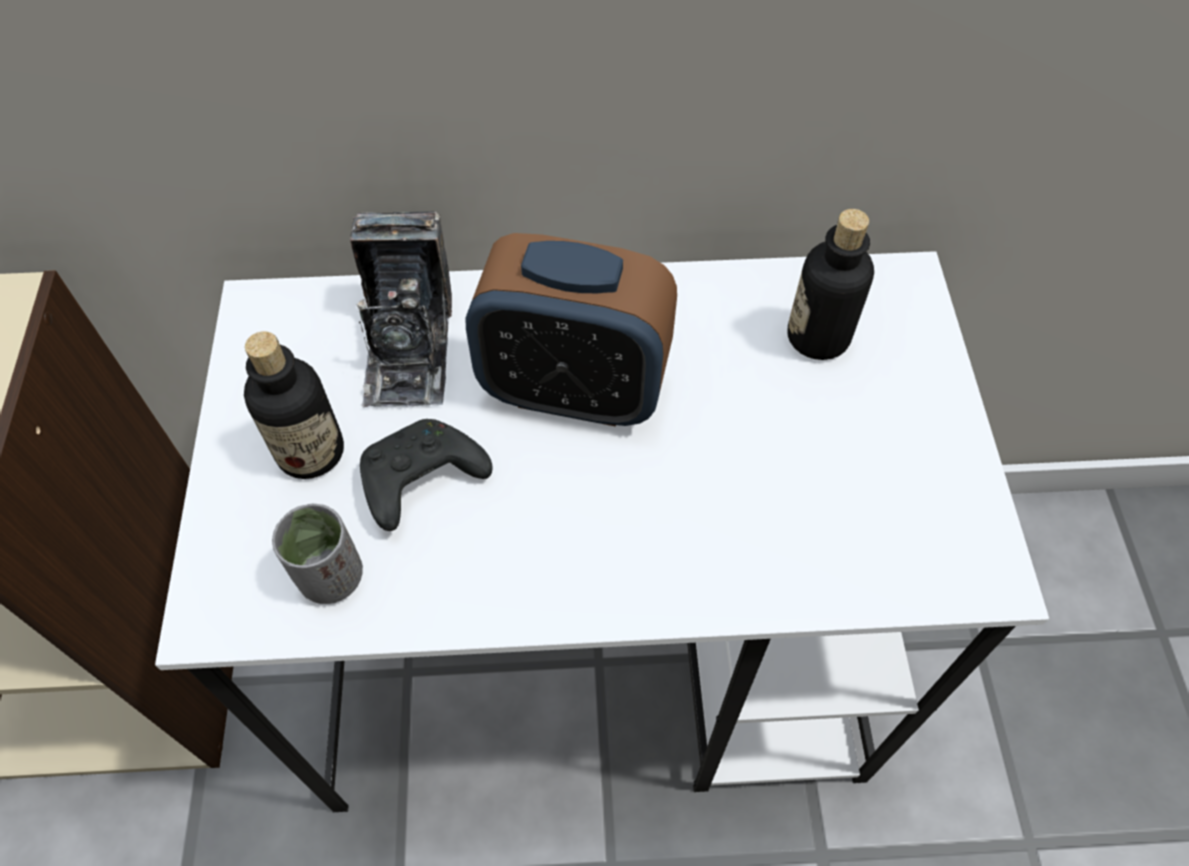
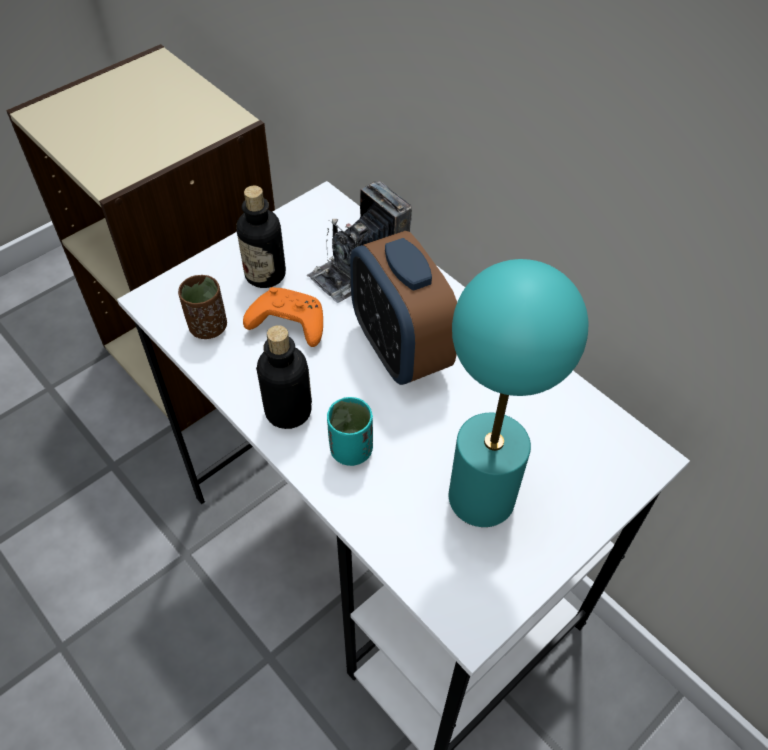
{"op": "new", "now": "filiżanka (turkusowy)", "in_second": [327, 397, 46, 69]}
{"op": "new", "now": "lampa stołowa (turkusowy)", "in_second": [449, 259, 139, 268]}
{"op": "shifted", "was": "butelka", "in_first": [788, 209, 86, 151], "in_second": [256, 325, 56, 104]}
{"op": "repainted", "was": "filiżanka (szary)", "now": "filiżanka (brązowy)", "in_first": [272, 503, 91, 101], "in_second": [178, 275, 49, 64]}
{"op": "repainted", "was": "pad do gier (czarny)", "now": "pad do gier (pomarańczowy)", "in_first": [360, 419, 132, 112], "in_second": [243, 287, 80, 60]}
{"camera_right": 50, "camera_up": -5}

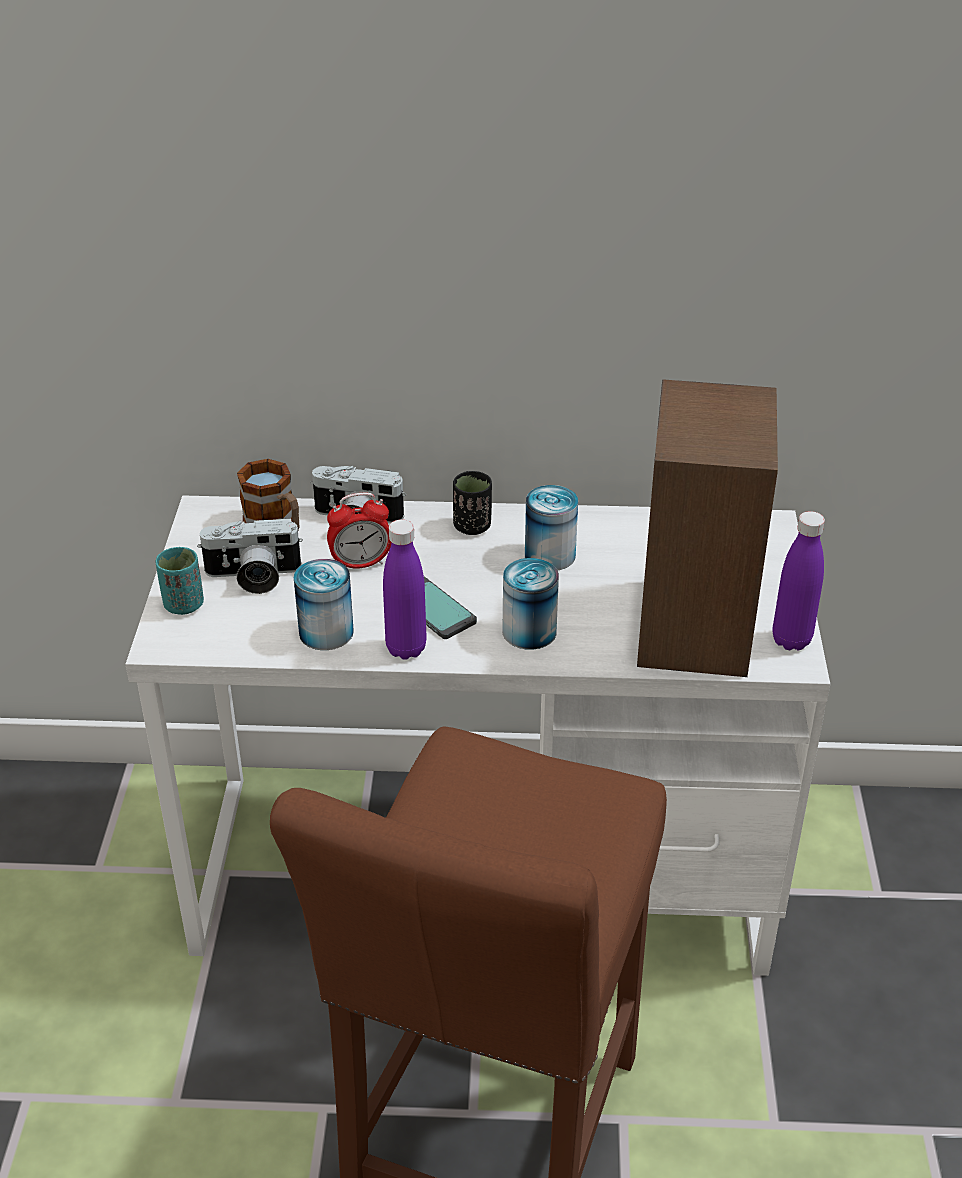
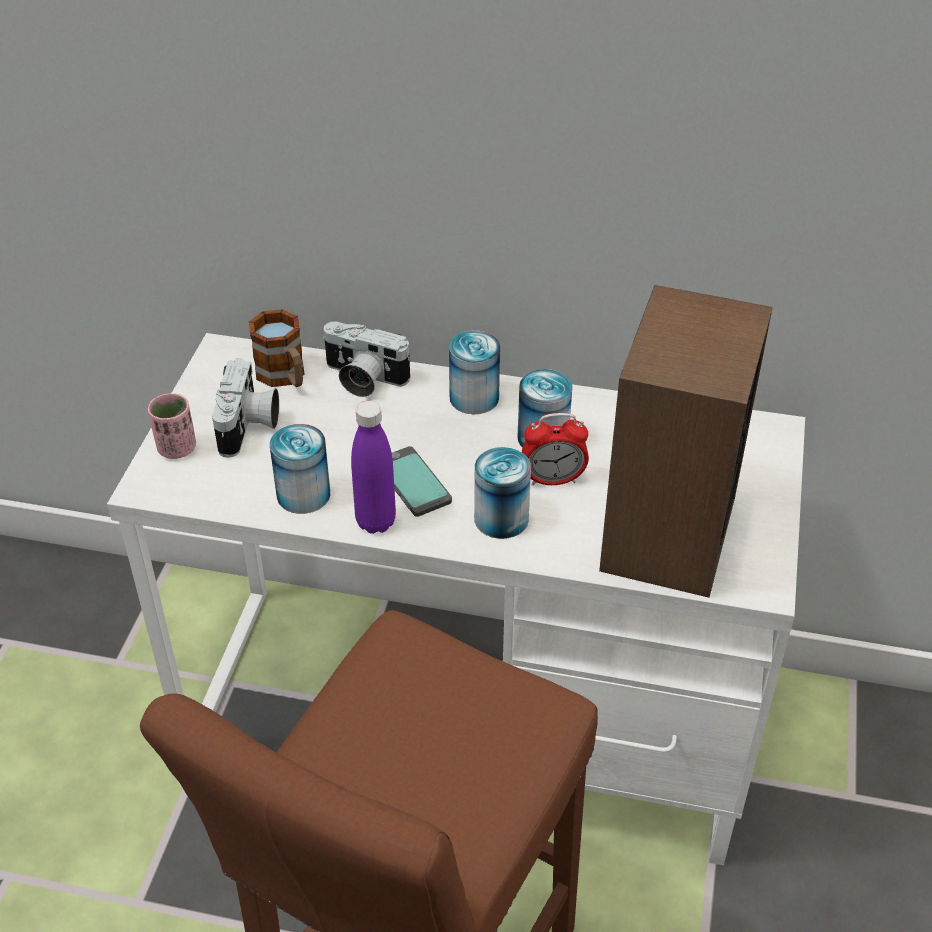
{"op": "gone", "was": "butelka (fioletowy)", "in_first": [772, 511, 53, 139]}
{"op": "shifted", "was": "budzik", "in_first": [327, 492, 64, 77], "in_second": [522, 413, 67, 73]}
{"op": "swapped", "was": "filiżanka (czarny)", "now": "puszka", "in_first": [453, 471, 39, 64], "in_second": [449, 330, 51, 84]}
{"op": "repainted", "was": "filiżanka (turkusowy)", "now": "filiżanka (różowy)", "in_first": [156, 547, 48, 68], "in_second": [148, 393, 48, 66]}
{"op": "rotated", "was": "aparat fotograficzny", "in_first": [197, 518, 106, 76], "in_second": [212, 358, 67, 100], "clockwise": -90}
{"camera_right": 10, "camera_up": 5}

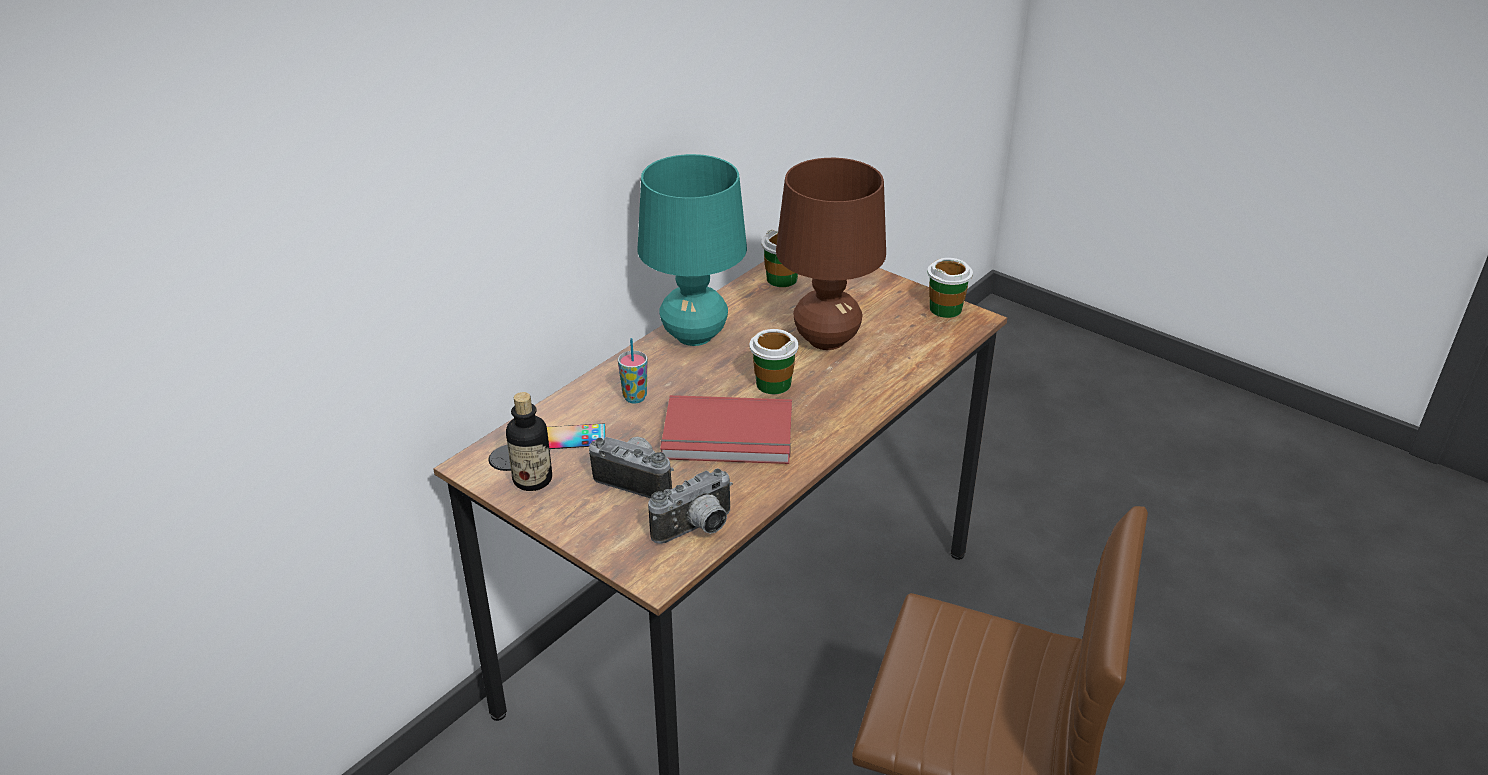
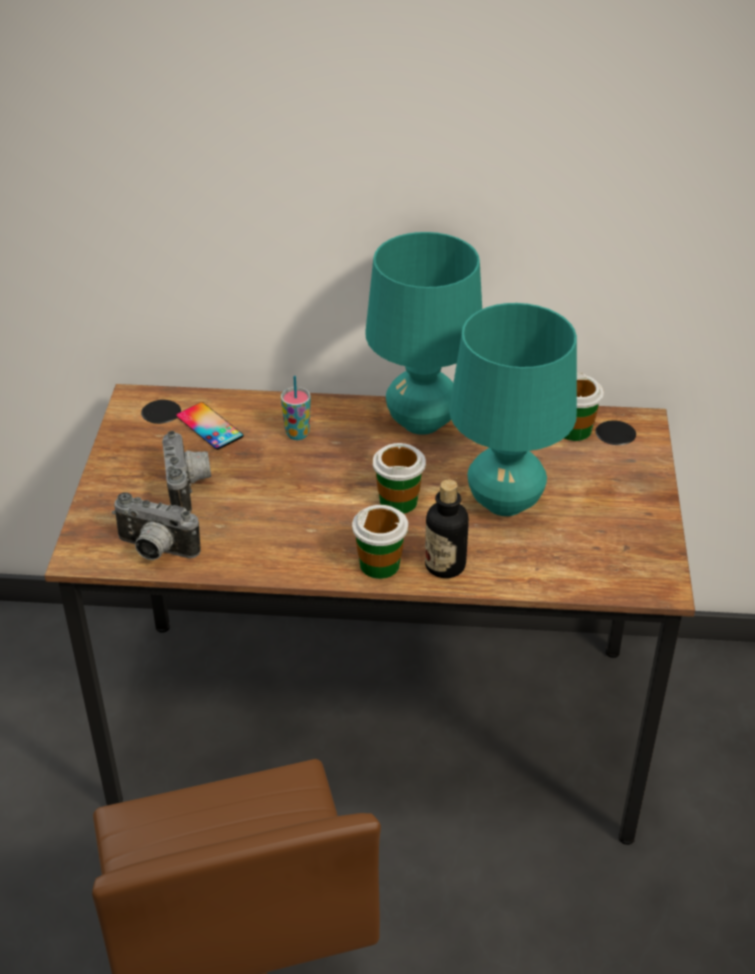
{"op": "gone", "was": "książka (czerwony)", "in_first": [660, 395, 132, 69]}
{"op": "shifted", "was": "butelka", "in_first": [506, 392, 46, 99], "in_second": [425, 480, 44, 98]}
{"op": "shifted", "was": "filiżanka", "in_first": [927, 258, 46, 60], "in_second": [352, 505, 56, 74]}
{"op": "repainted", "was": "lampa stołowa (brązowy)", "now": "lampa stołowa (turkusowy)", "in_first": [776, 158, 110, 192], "in_second": [449, 303, 128, 213]}
{"camera_right": 55, "camera_up": 5}

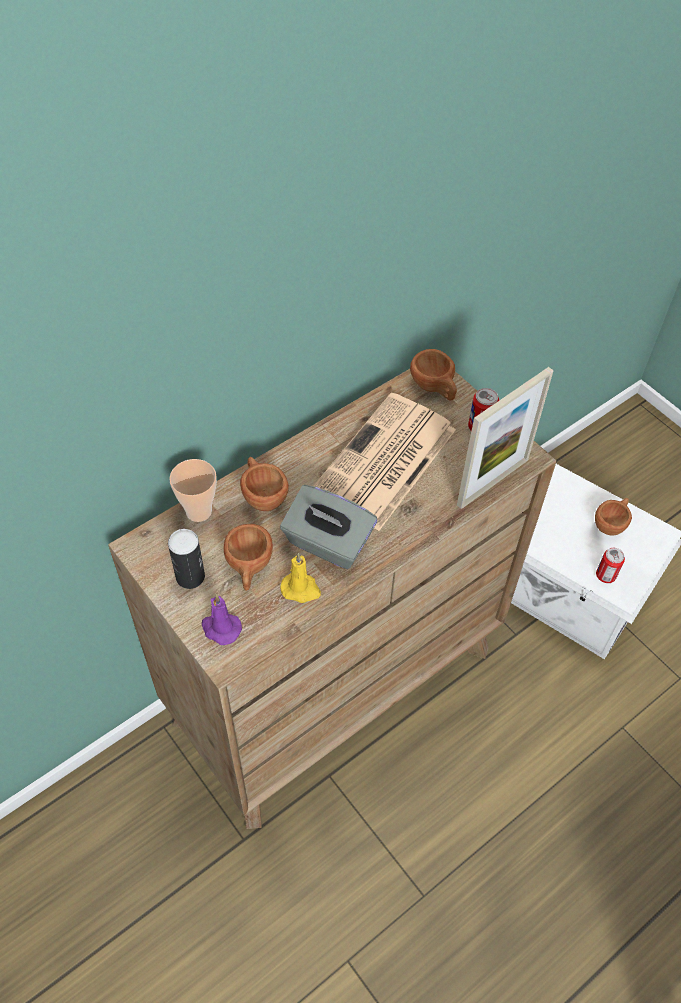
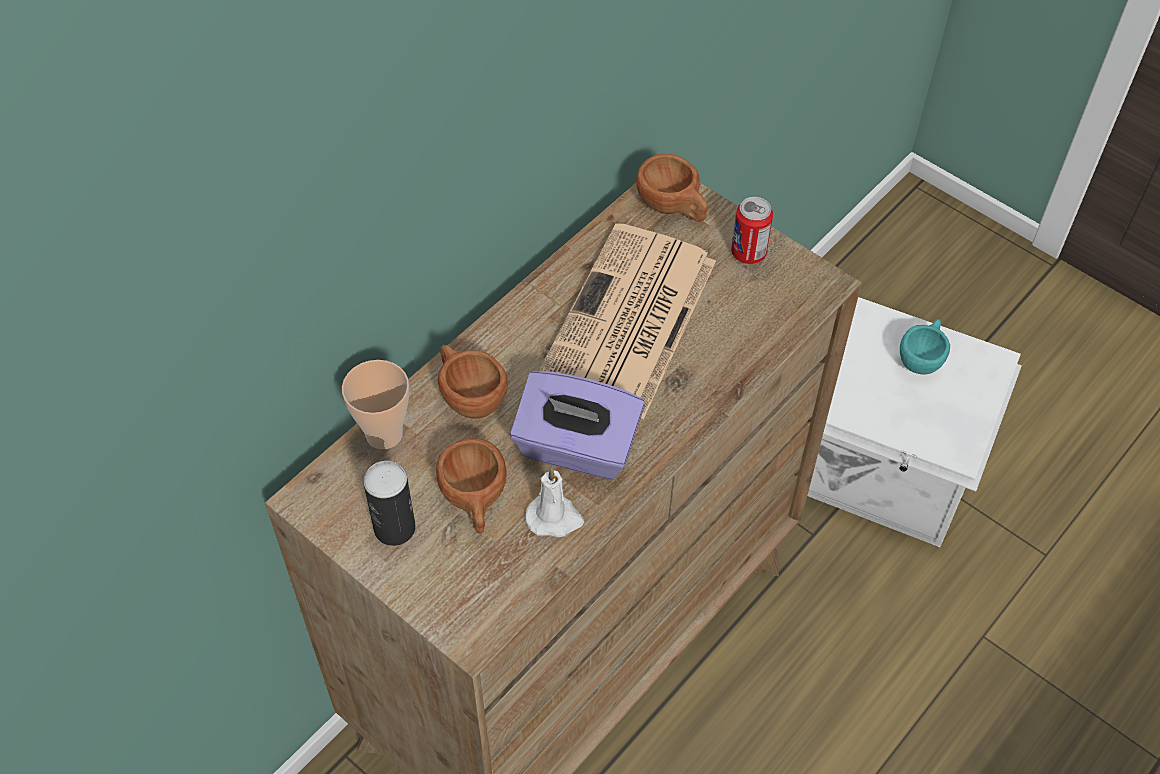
{"op": "gone", "was": "świeca (fioletowy)", "in_first": [202, 595, 40, 50]}
{"op": "gone", "was": "ramka na zdjęcie", "in_first": [457, 367, 97, 142]}
{"op": "gone", "was": "puszka", "in_first": [596, 548, 29, 35]}
{"op": "repainted", "was": "pudełko chusteczek (szary)", "now": "pudełko chusteczek (fioletowy)", "in_first": [280, 485, 97, 84], "in_second": [510, 371, 135, 109]}
{"op": "repainted", "was": "świeca (żółty)", "now": "świeca (biały)", "in_first": [280, 553, 41, 50], "in_second": [525, 467, 59, 70]}
{"op": "repainted", "was": "filiżanka (brązowy)", "now": "filiżanka (turkusowy)", "in_first": [595, 498, 37, 38], "in_second": [900, 319, 50, 56]}
{"camera_right": -10, "camera_up": 0}

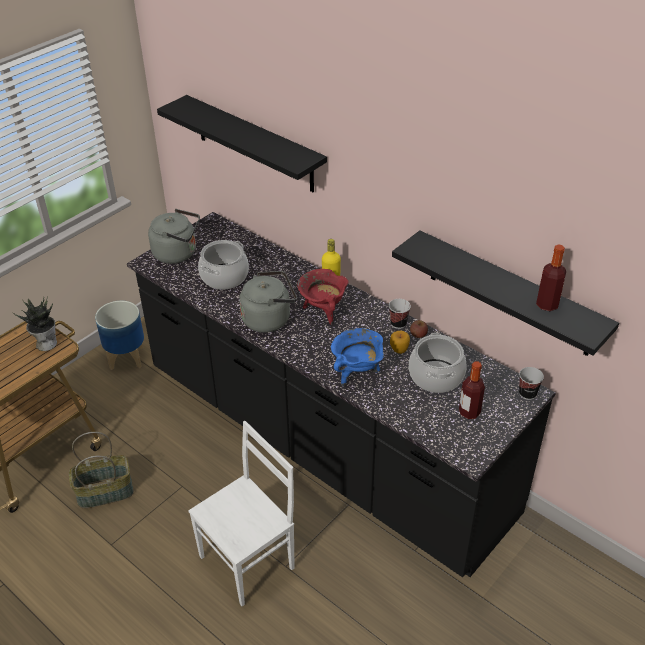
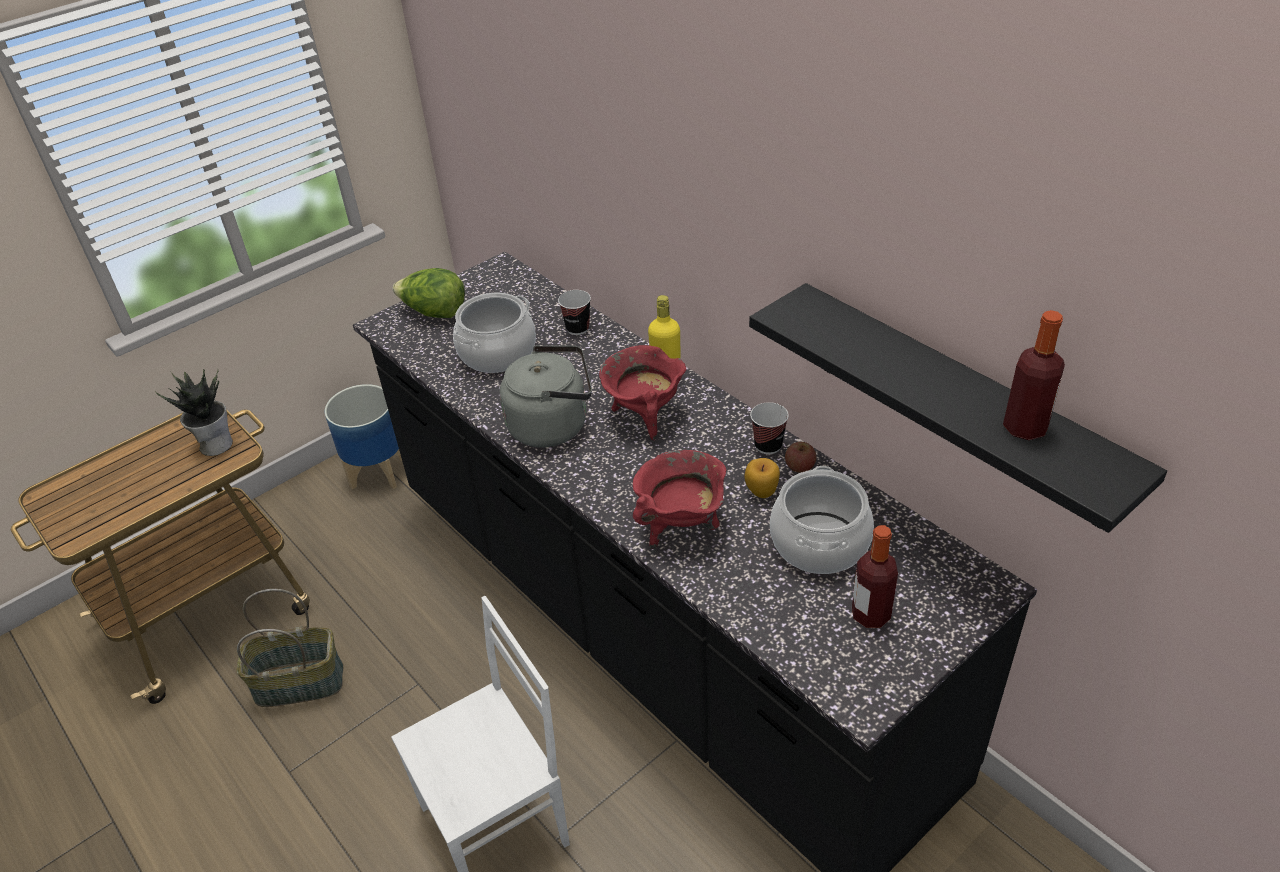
{"op": "gone", "was": "półka (czarny)", "in_first": [157, 95, 170, 97]}
{"op": "shifted", "was": "filiżanka", "in_first": [519, 367, 25, 33], "in_second": [558, 290, 33, 45]}
{"op": "swapped", "was": "czajnik (szary)", "now": "sałata", "in_first": [148, 209, 52, 55], "in_second": [393, 268, 72, 50]}
{"op": "repainted", "was": "garnek (niebieski)", "now": "garnek (czerwony)", "in_first": [331, 328, 53, 58], "in_second": [633, 450, 93, 99]}
{"camera_right": 10, "camera_up": 0}

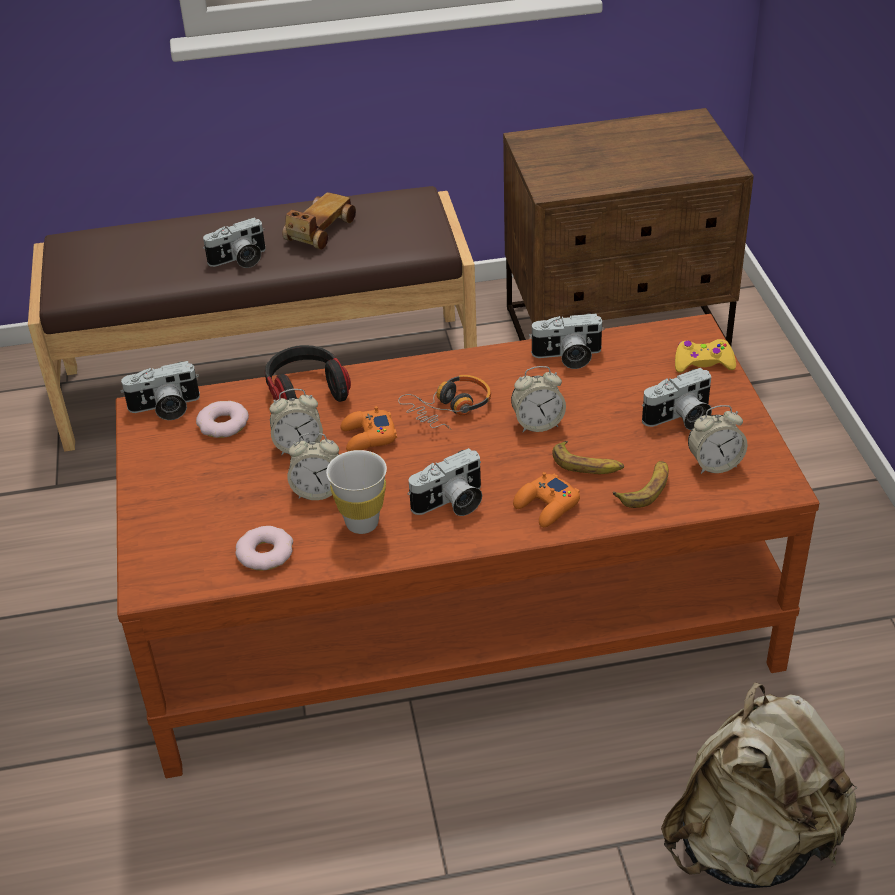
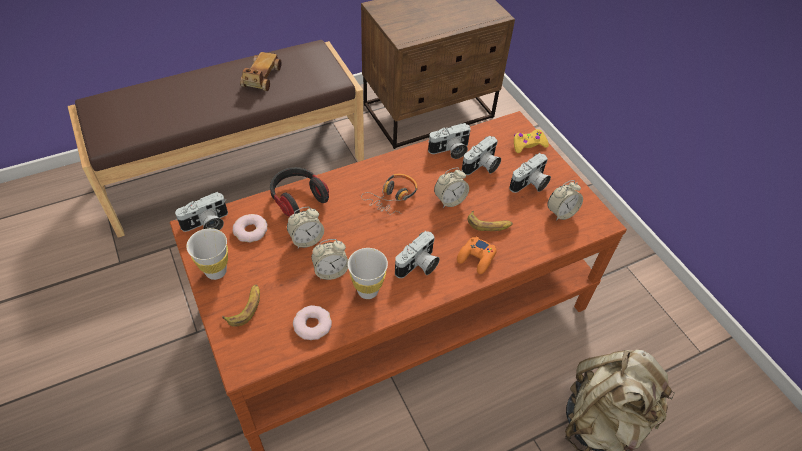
{"op": "gone", "was": "pad do gier (pomarańczowy)", "in_first": [340, 406, 57, 46]}
{"op": "new", "now": "filiżanka (biały)", "in_second": [186, 228, 42, 52]}
{"op": "shifted", "was": "aparat fotograficzny", "in_first": [203, 218, 63, 50], "in_second": [462, 135, 39, 40]}
{"op": "shifted", "was": "banan", "in_first": [613, 461, 55, 47], "in_second": [222, 285, 38, 42]}
{"camera_right": -20, "camera_up": 10}

